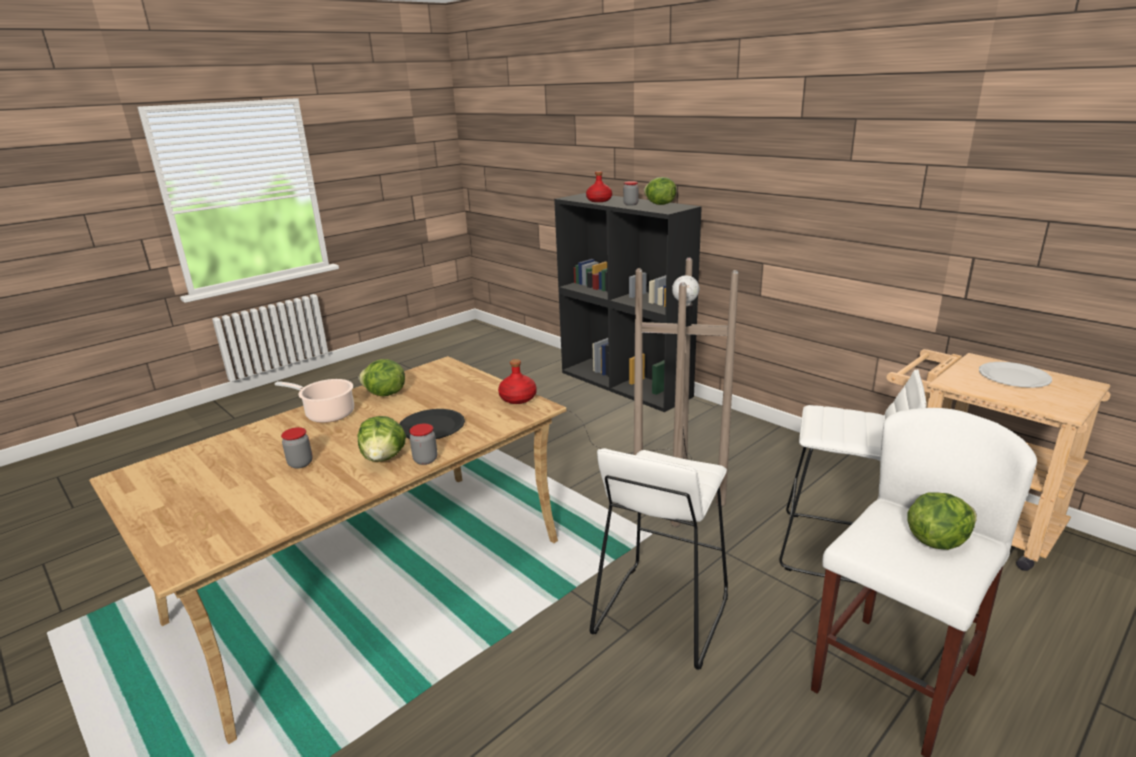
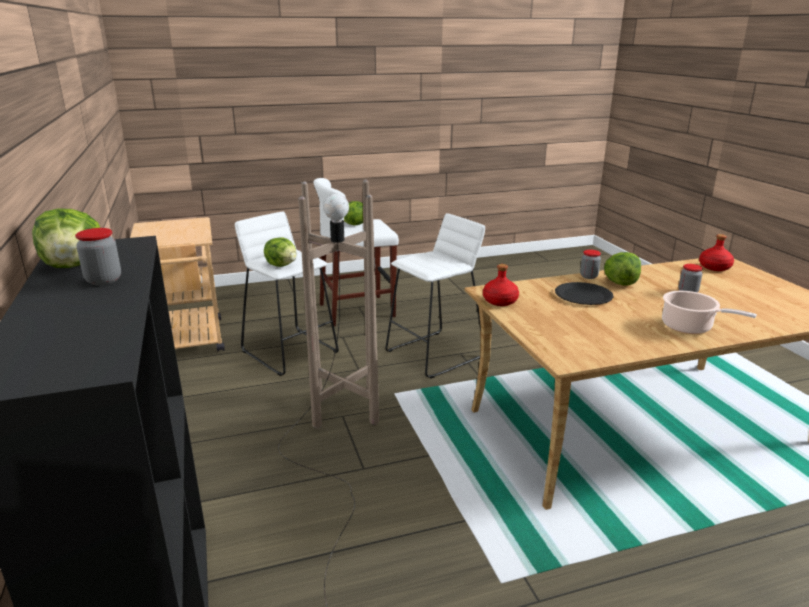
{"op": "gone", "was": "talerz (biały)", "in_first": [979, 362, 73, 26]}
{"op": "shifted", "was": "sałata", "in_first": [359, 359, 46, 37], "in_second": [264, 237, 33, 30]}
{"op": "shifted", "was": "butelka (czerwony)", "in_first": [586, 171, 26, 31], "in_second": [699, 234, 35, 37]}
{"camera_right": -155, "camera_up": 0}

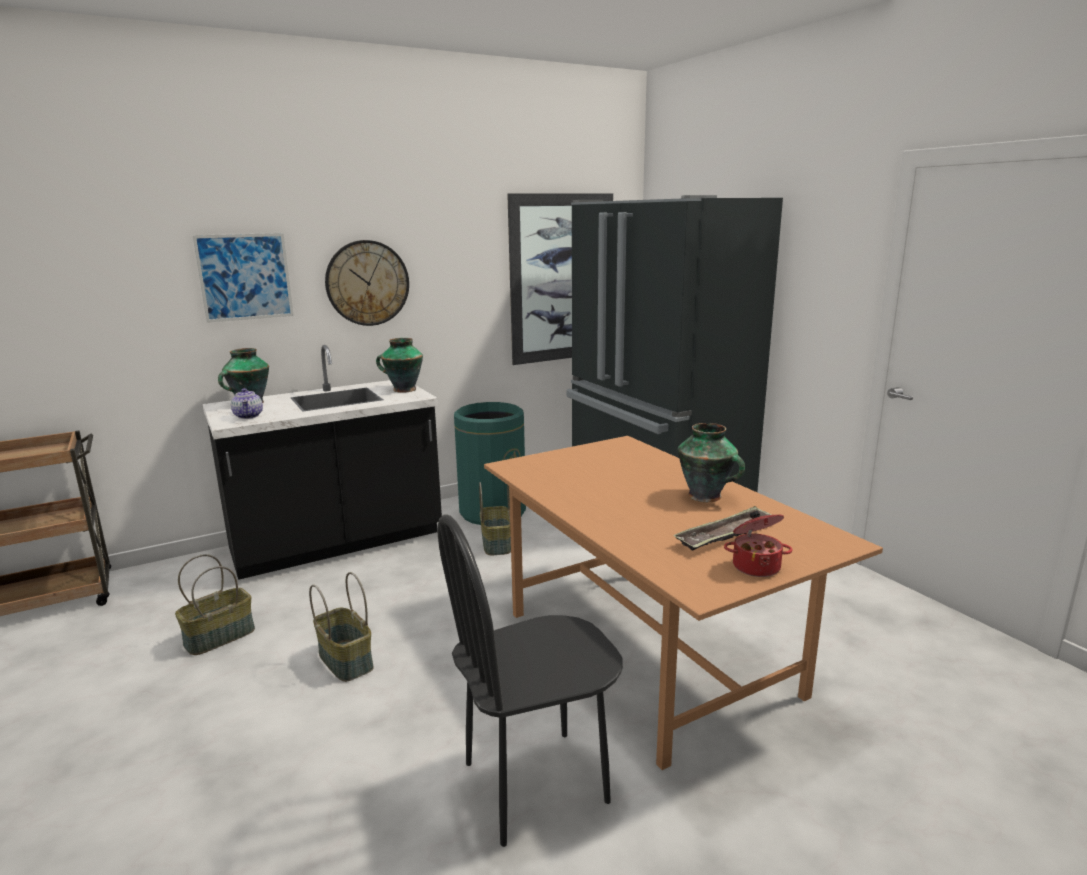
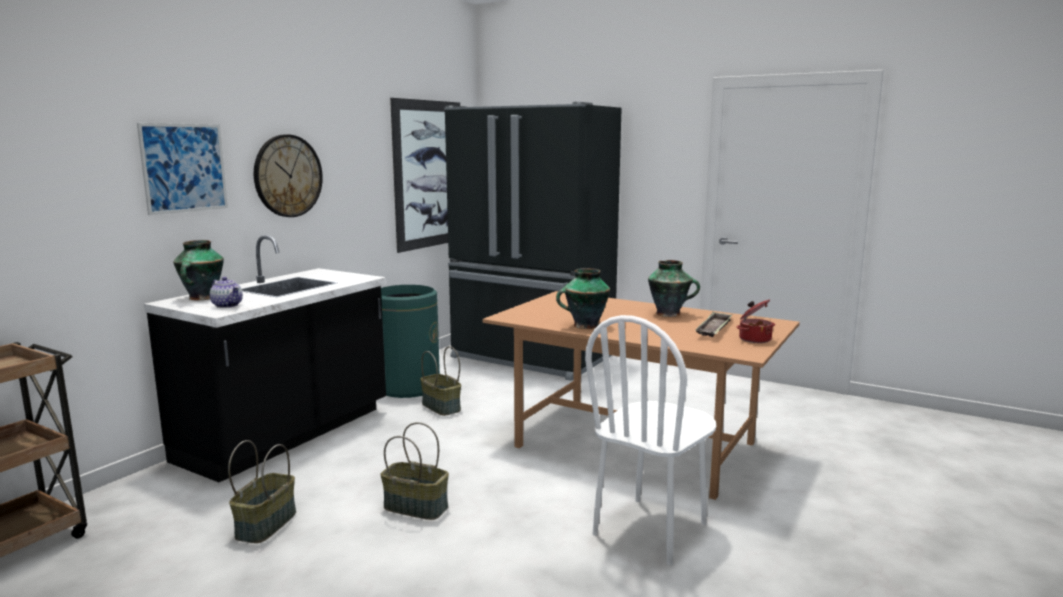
{"op": "shifted", "was": "wazon", "in_first": [376, 338, 47, 55], "in_second": [556, 268, 54, 61]}
{"op": "repainted", "was": "krzesło (czarny)", "now": "krzesło (biały)", "in_first": [438, 514, 185, 333], "in_second": [585, 315, 131, 250]}
{"camera_right": -30, "camera_up": -5}

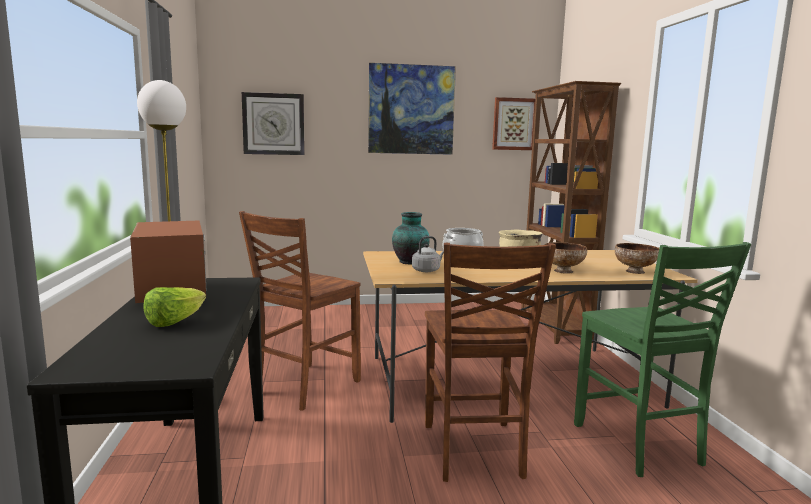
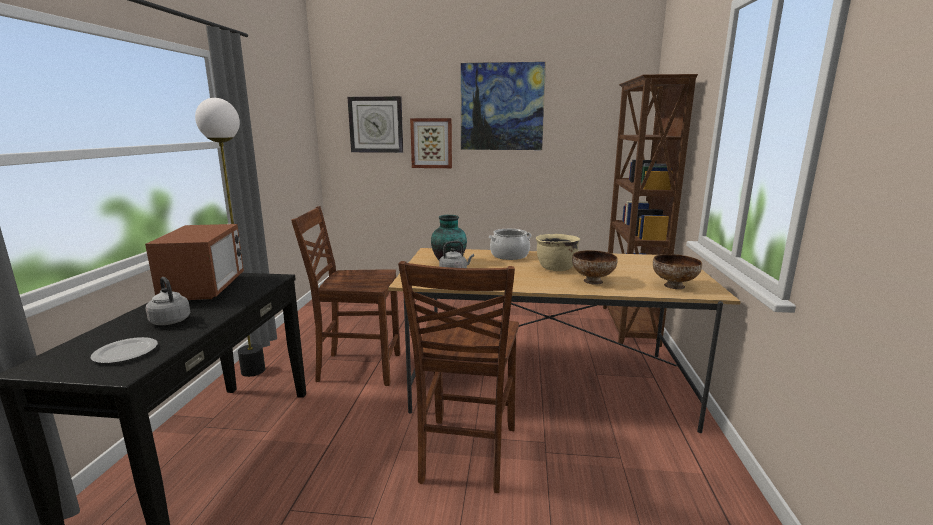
{"op": "gone", "was": "krzesło (zielony)", "in_first": [574, 242, 177, 235]}
{"op": "new", "now": "talerz", "in_second": [91, 337, 67, 27]}
{"op": "shifted", "was": "obraz", "in_first": [492, 97, 43, 53], "in_second": [410, 118, 42, 50]}
{"op": "swapped", "was": "sałata", "now": "czajnik (szary)", "in_first": [143, 287, 63, 40], "in_second": [146, 277, 44, 48]}
{"op": "rotated", "was": "krzesło (brązowy)", "in_first": [239, 211, 122, 200], "in_second": [291, 206, 109, 180], "clockwise": 45}
{"camera_right": 15, "camera_up": 5}

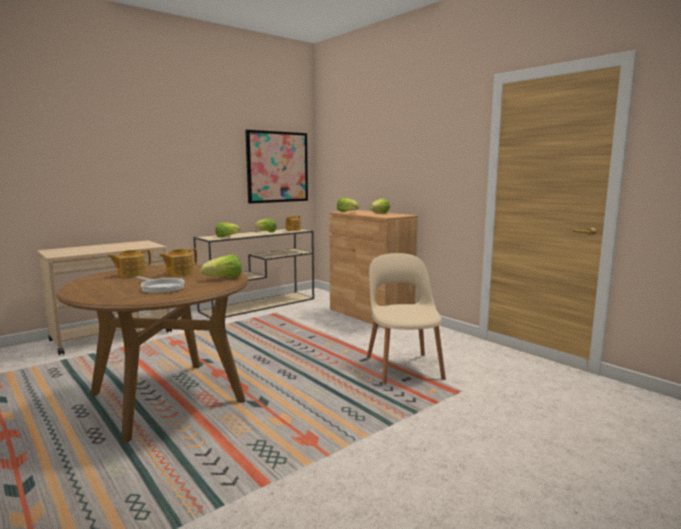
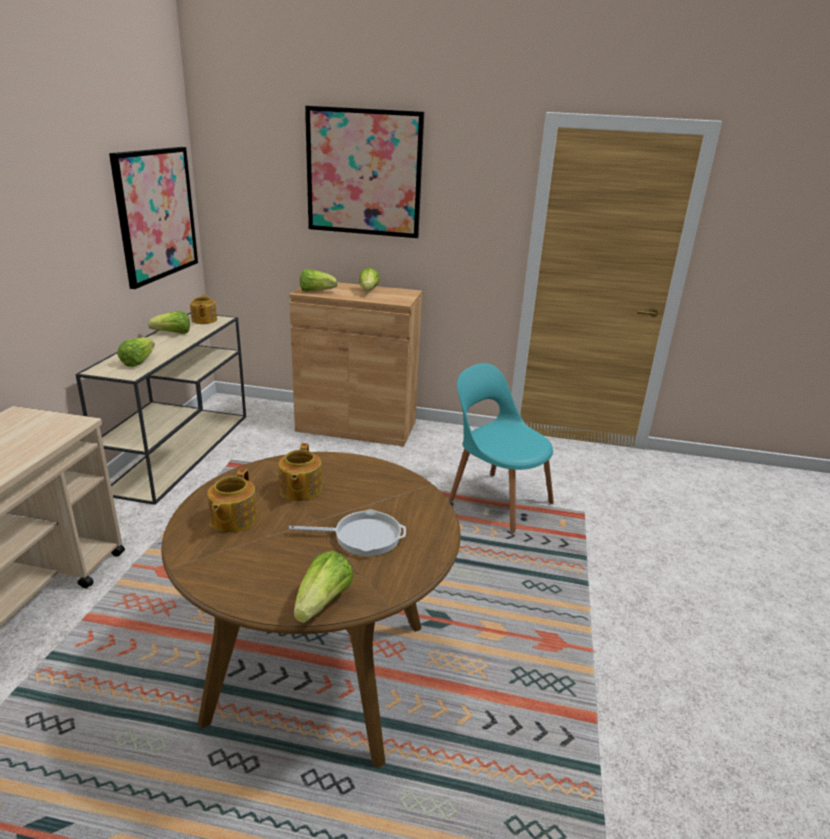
{"op": "new", "now": "obraz", "in_second": [305, 106, 119, 132]}
{"op": "shifted", "was": "sałata", "in_first": [200, 254, 42, 24], "in_second": [294, 551, 59, 72]}
{"op": "repainted", "was": "krzesło (beżowy)", "now": "krzesło (turkusowy)", "in_first": [367, 253, 79, 131], "in_second": [449, 363, 105, 170]}
{"camera_right": -40, "camera_up": 15}

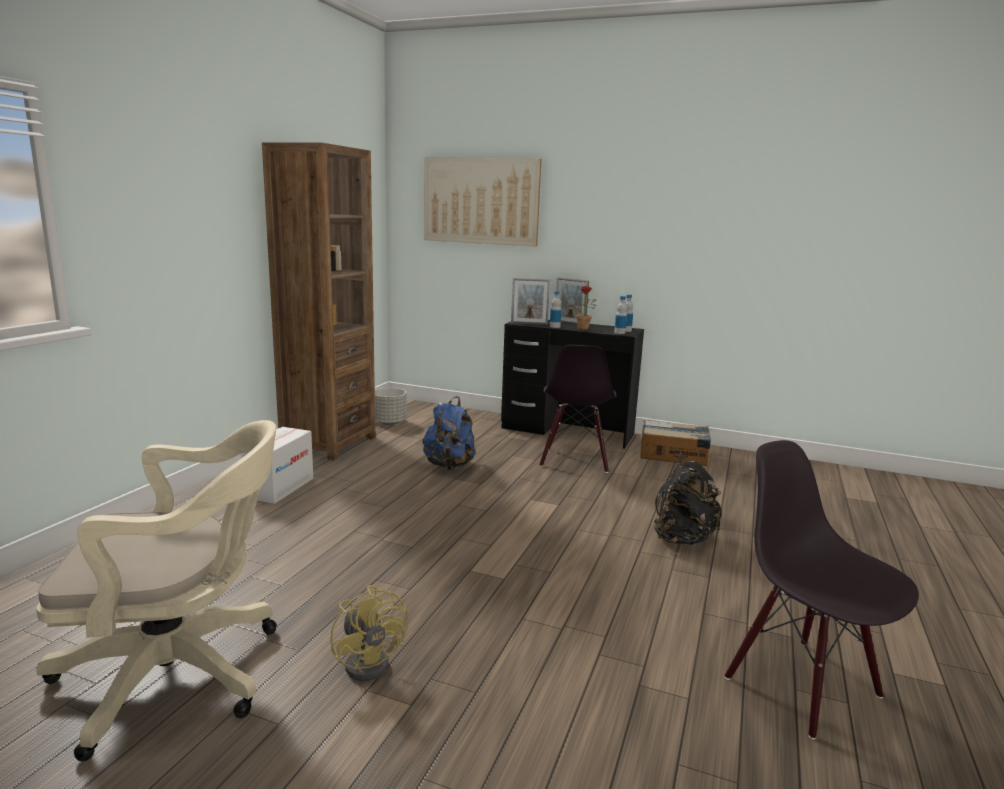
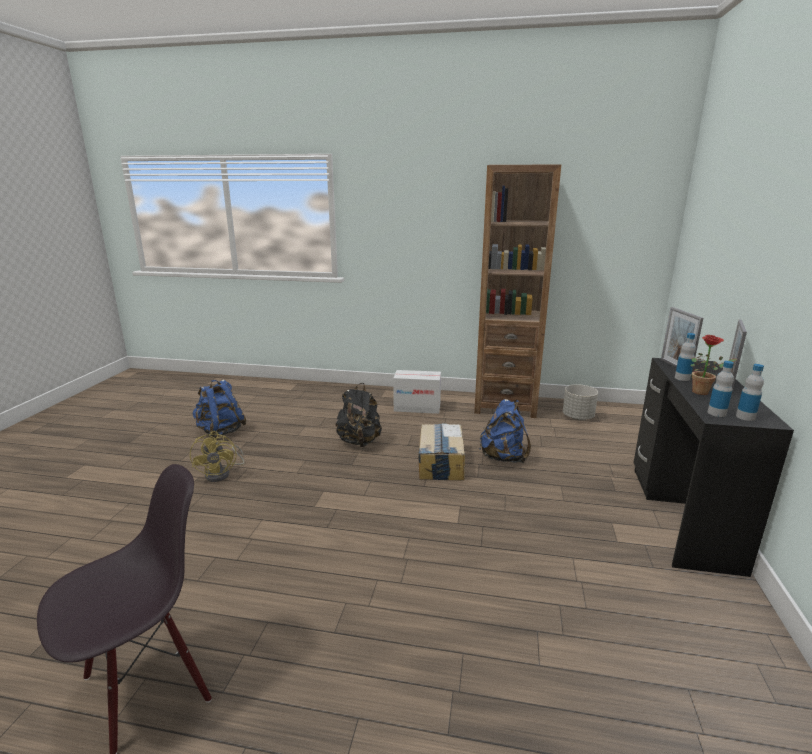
{"op": "gone", "was": "obraz", "in_first": [424, 157, 118, 90]}
{"op": "gone", "was": "krzesło (czarny)", "in_first": [539, 345, 77, 128]}
{"op": "shifted", "was": "karton", "in_first": [640, 420, 71, 46], "in_second": [418, 423, 47, 58]}
{"op": "shifted", "was": "plecak (czarny)", "in_first": [654, 453, 68, 92], "in_second": [335, 383, 47, 64]}
{"op": "swapped", "was": "krzesło biurowe (beżowy)", "now": "plecak (niebieski)", "in_first": [36, 420, 241, 341], "in_second": [193, 379, 54, 59]}
{"op": "rotated", "was": "wentylator (żółty)", "in_first": [330, 585, 78, 96], "in_second": [190, 431, 55, 51], "clockwise": -60}
{"camera_right": 80, "camera_up": 5}

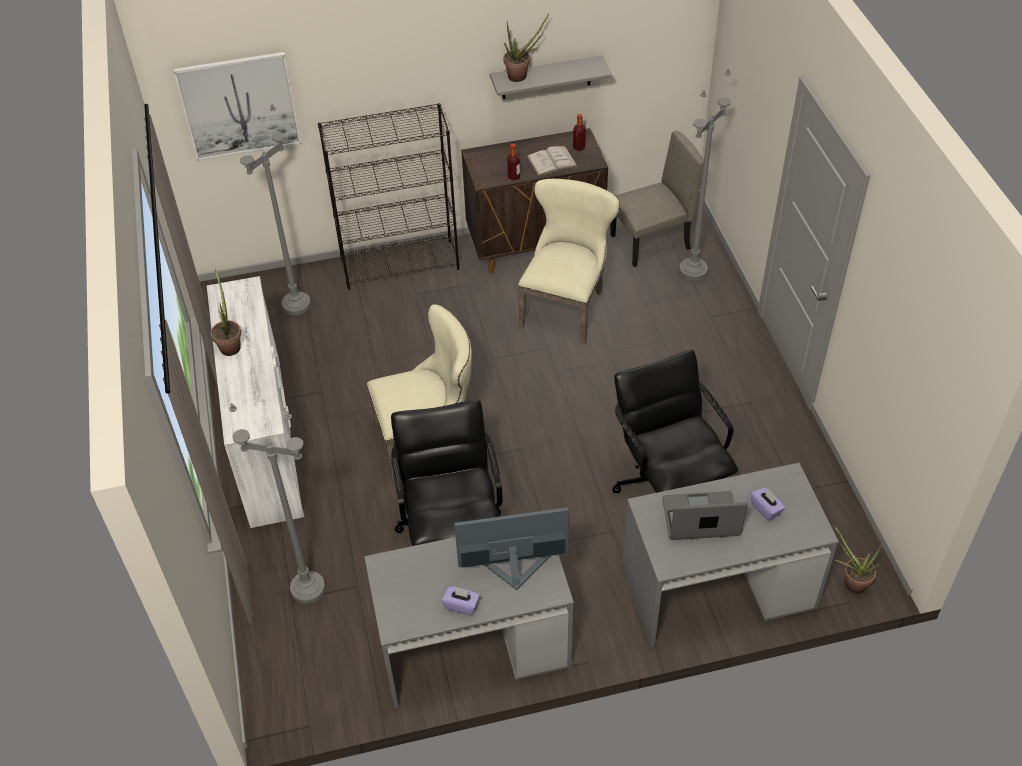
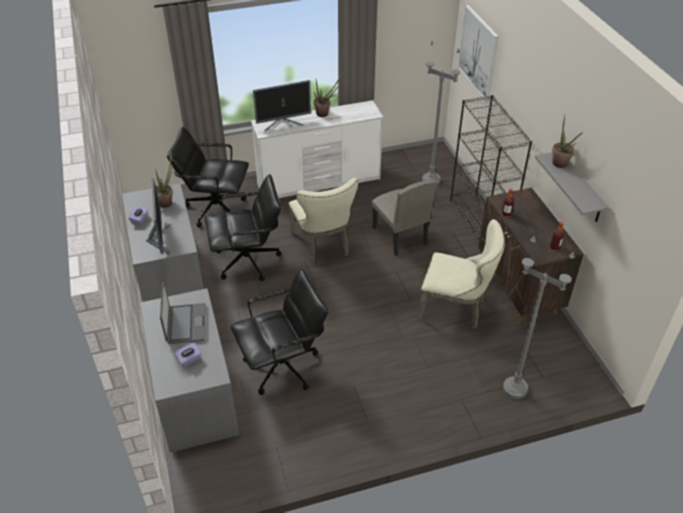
{"op": "gone", "was": "książka (biały)", "in_first": [526, 146, 52, 30]}
{"op": "new", "now": "monitor", "in_second": [253, 80, 58, 51]}
{"op": "shifted", "was": "krzesło (beżowy)", "in_first": [610, 131, 94, 136], "in_second": [372, 180, 65, 76]}
{"op": "shifted", "was": "roślina doniczkowa", "in_first": [833, 525, 50, 69], "in_second": [155, 151, 18, 57]}
{"op": "swapped", "was": "lampa stojąca (szary)", "now": "krzesło biurowe (czarny)", "in_first": [229, 403, 96, 201], "in_second": [167, 127, 82, 100]}
{"camera_right": 85, "camera_up": -5}

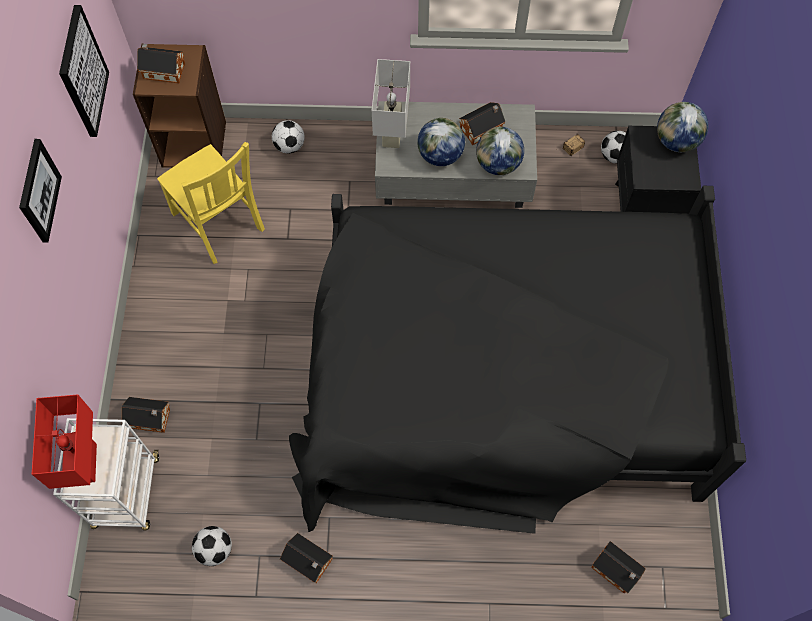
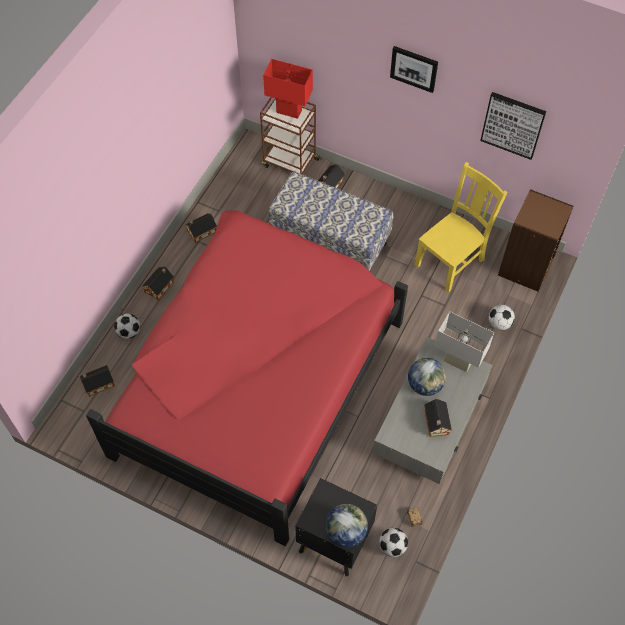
{"op": "gone", "was": "globus", "in_first": [476, 127, 48, 48]}
{"op": "new", "now": "ławka", "in_second": [268, 172, 126, 99]}
{"op": "shifted", "was": "domek", "in_first": [137, 44, 48, 39], "in_second": [142, 266, 32, 34]}
{"op": "shifted", "was": "piłka futbolowa", "in_first": [192, 526, 40, 40], "in_second": [114, 313, 26, 26]}
{"op": "repainted", "was": "wózek (biały)", "now": "wózek (brązowy)", "in_first": [53, 418, 106, 113], "in_second": [260, 97, 62, 77]}
{"op": "repainted", "was": "łóżko (czarny)", "now": "łóżko (czerwony)", "in_first": [289, 186, 457, 348], "in_second": [86, 210, 322, 336]}
{"op": "rotated", "was": "krzesło (żółty)", "in_first": [157, 142, 108, 122], "in_second": [415, 162, 92, 131], "clockwise": 150}
{"camera_right": 115, "camera_up": -5}

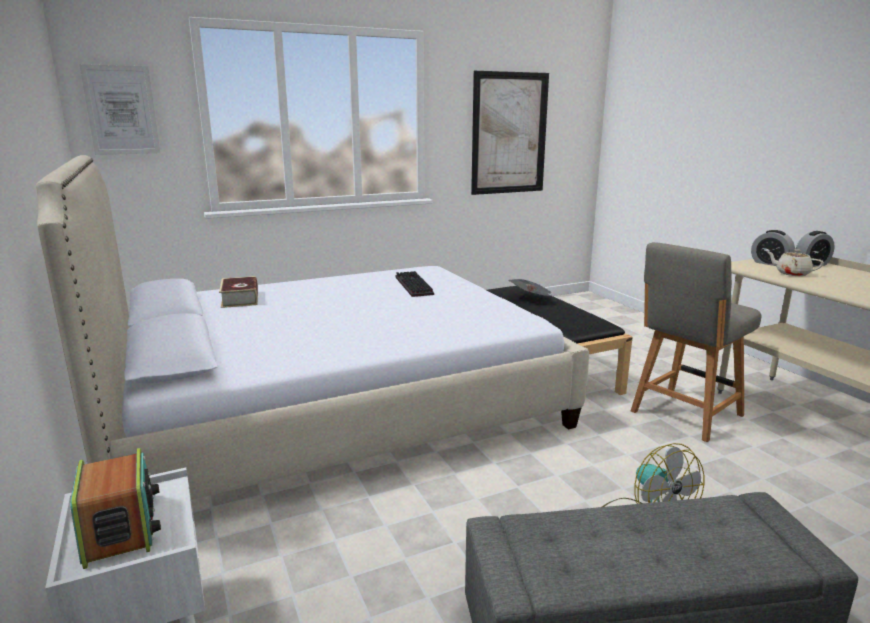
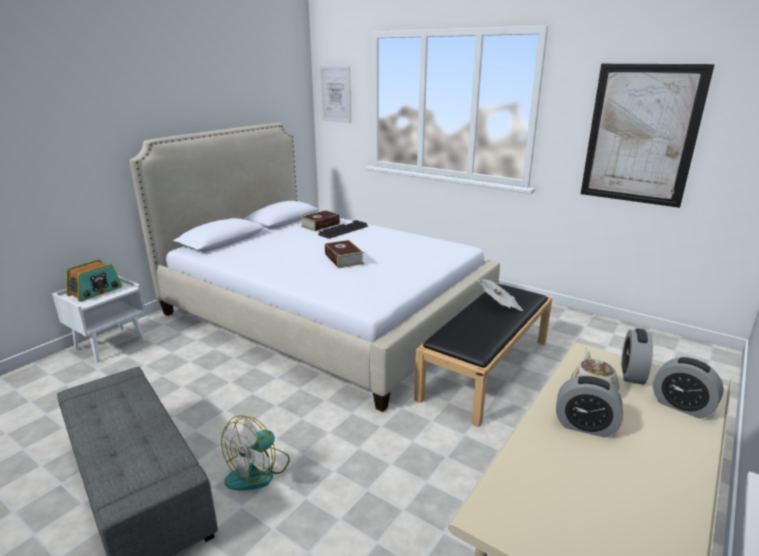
{"op": "gone", "was": "krzesło (szary)", "in_first": [631, 242, 131, 200]}
{"op": "new", "now": "książka", "in_second": [325, 240, 39, 28]}
{"op": "new", "now": "budzik", "in_second": [556, 375, 67, 63]}
{"op": "shifted", "was": "klawiatura", "in_first": [395, 271, 39, 26], "in_second": [318, 220, 50, 19]}
{"camera_right": 60, "camera_up": 5}

